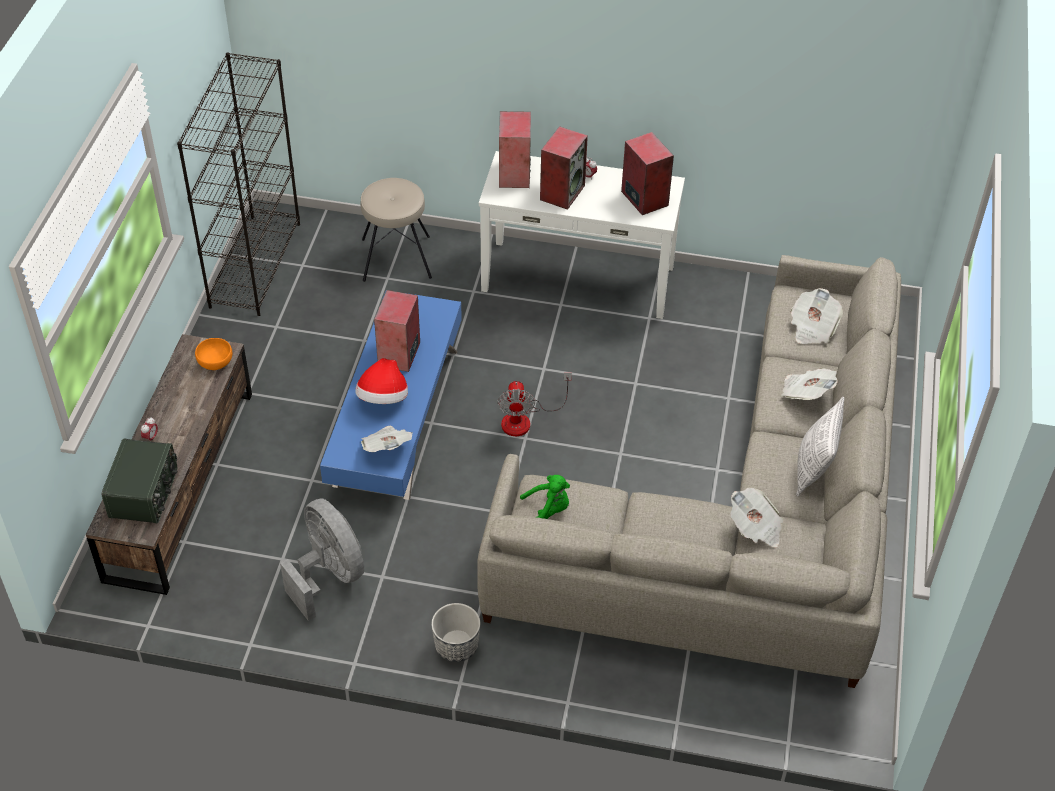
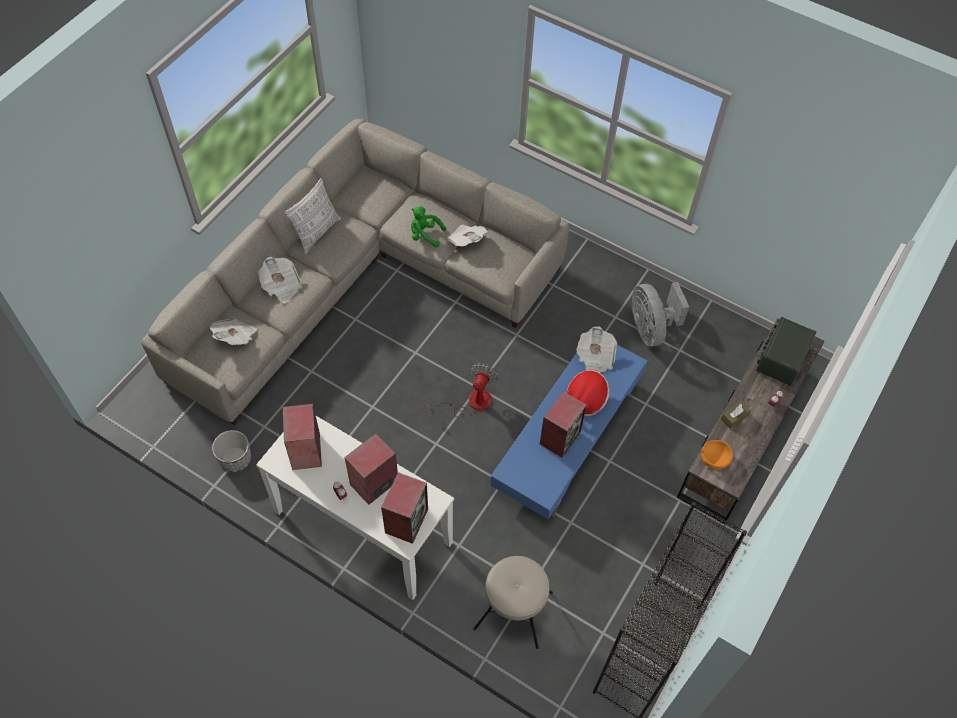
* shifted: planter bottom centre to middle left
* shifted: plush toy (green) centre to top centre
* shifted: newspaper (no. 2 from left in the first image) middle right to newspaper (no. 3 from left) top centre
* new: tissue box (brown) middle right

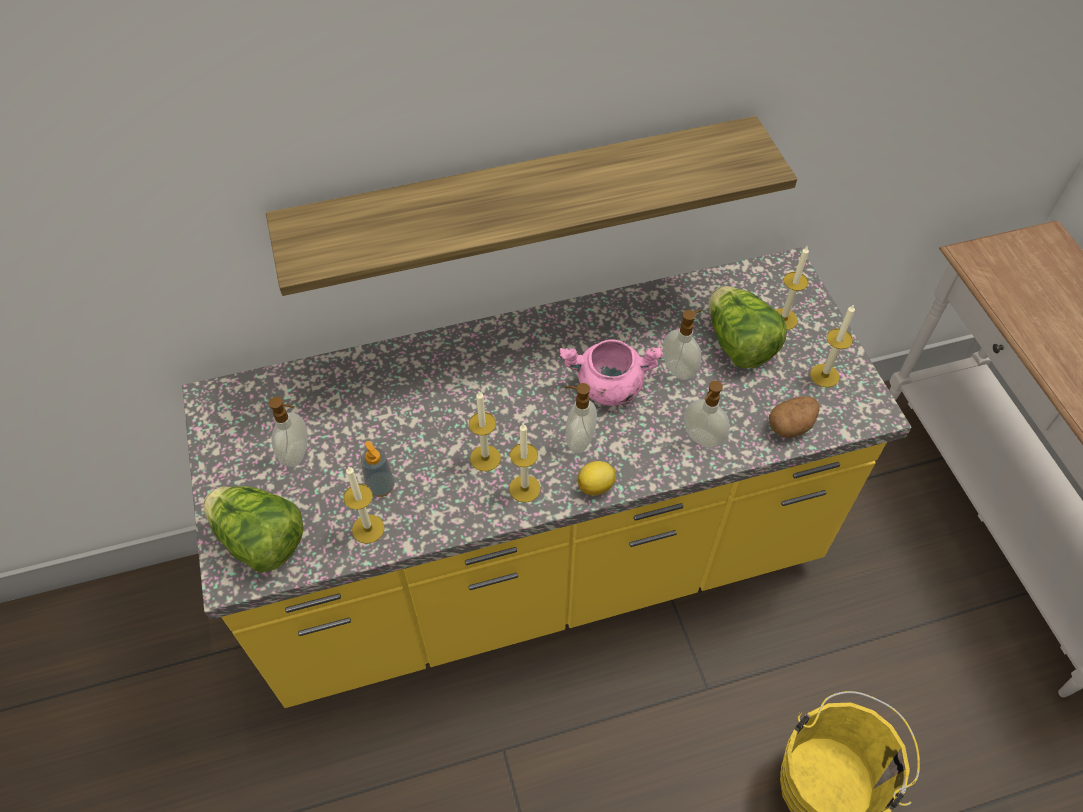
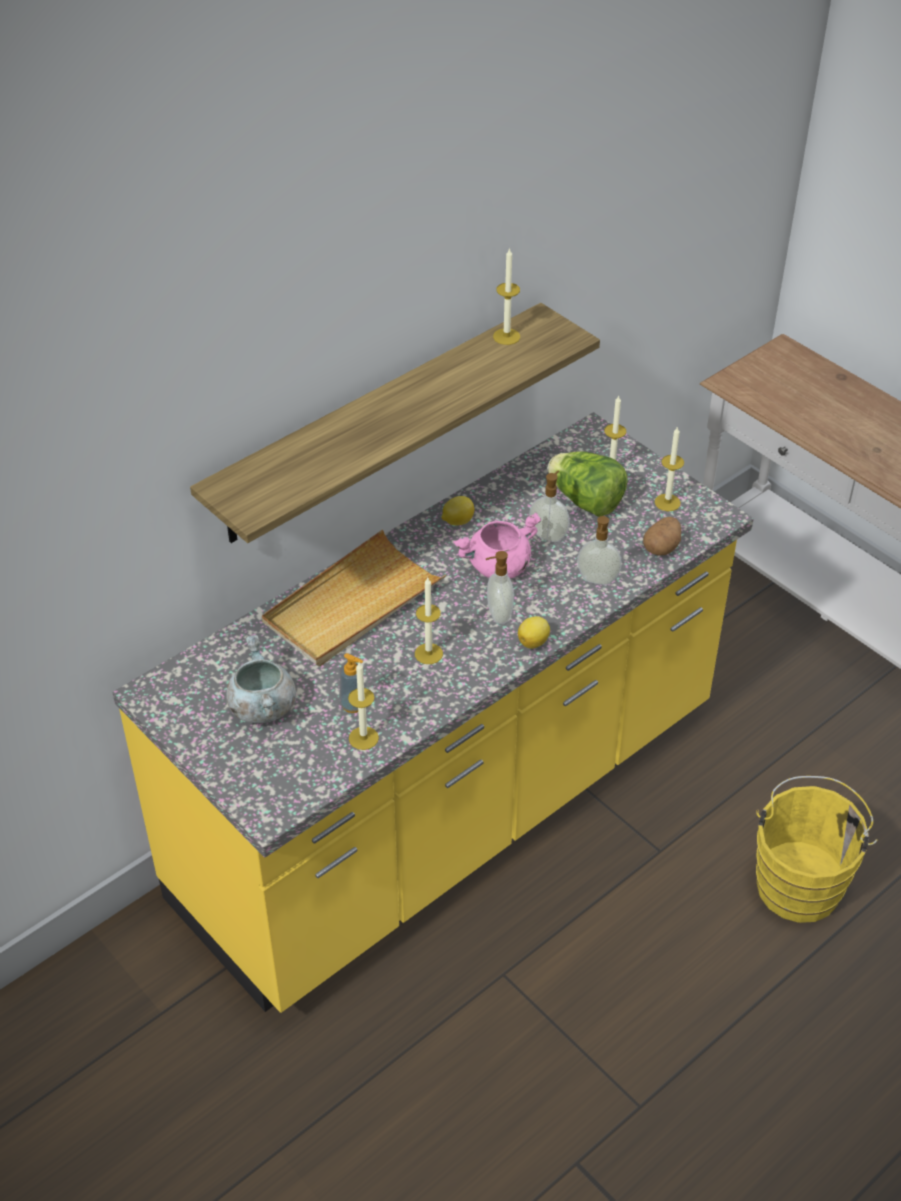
* swapped: soap dispenser (no. 1 from left) middle left to cooking pot (grey) middle left
* new: tray (beige) centre
* new: lemon (no. 1 from left) centre
* shifted: candle (no. 3 from left) centre to top centre
* gone: lettuce (no. 1 from left) middle left

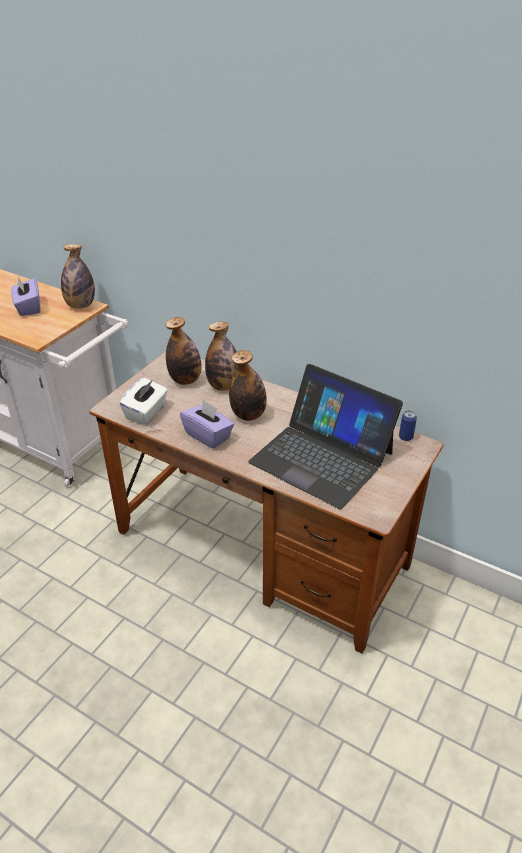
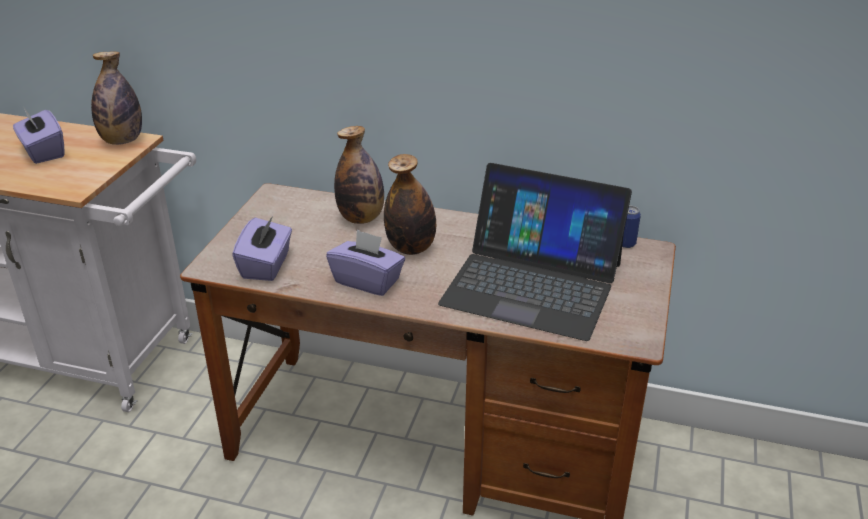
* repainted: tissue box (white) middle left to tissue box (purple) (no. 2 from left) middle left
* gone: bottle (no. 2 from left) centre

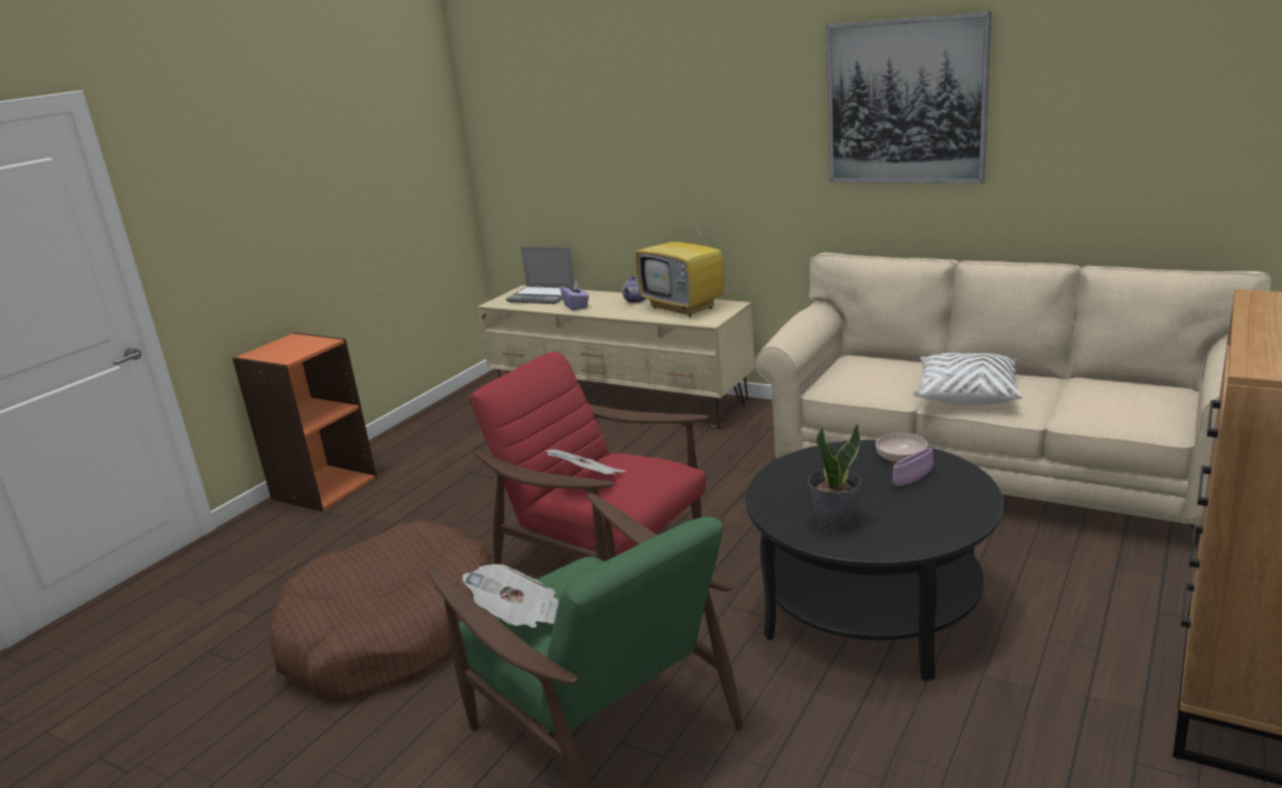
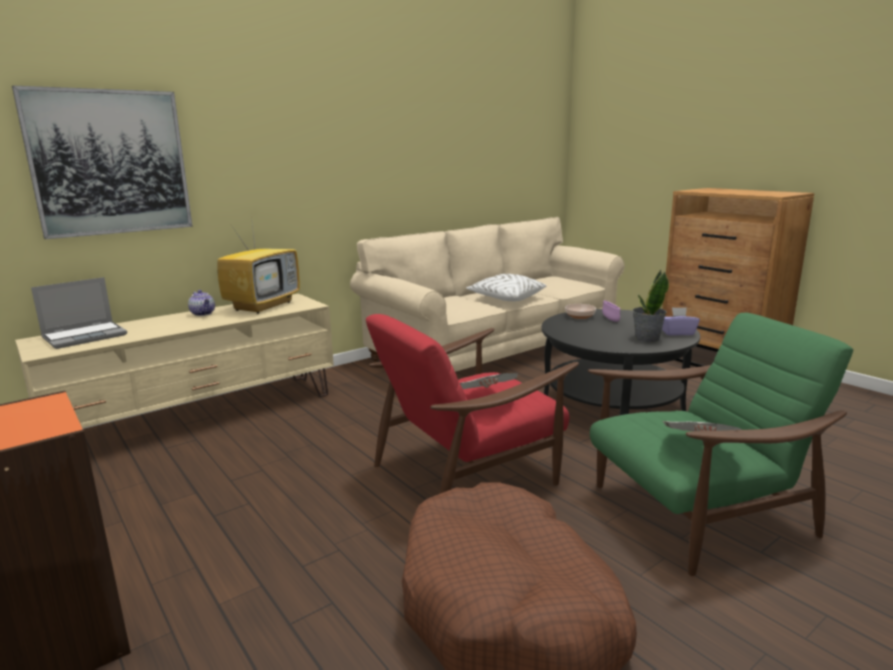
* shifted: picture top right to top left
* rotated: television top centre = middle left 45 degrees counterclockwise
* shifted: tissue box (purple) centre to middle right

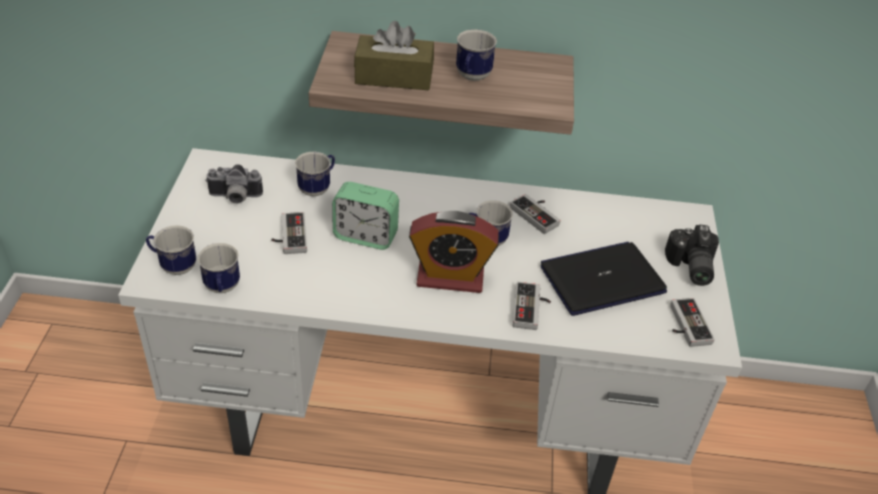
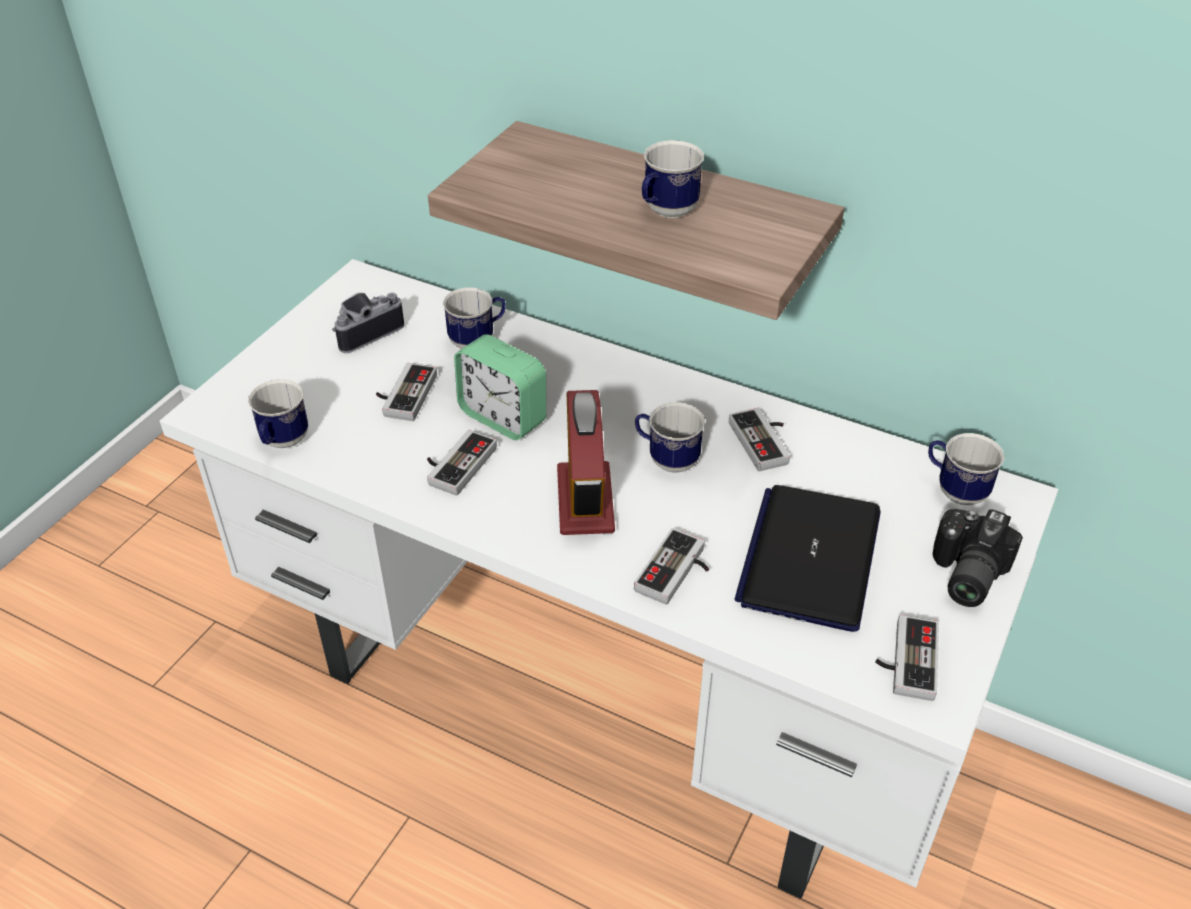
* rotated: photo camera (no. 1 from left) middle left = middle left 120 degrees clockwise
* new: game controller (no. 2 from left) centre
* rotated: alarm clock (no. 2 from left) centre = centre 120 degrees counterclockwise
* rotated: laptop middle right = middle right 75 degrees counterclockwise
* shifted: mug (no. 1 from left in the first image) middle left to mug (no. 5 from left) middle right
* gone: tissue box (brown) top centre

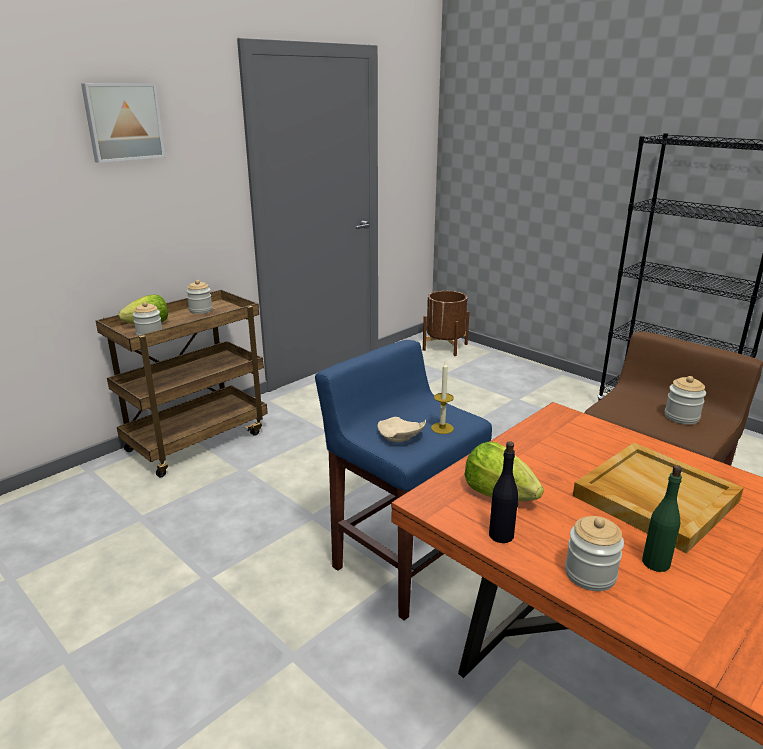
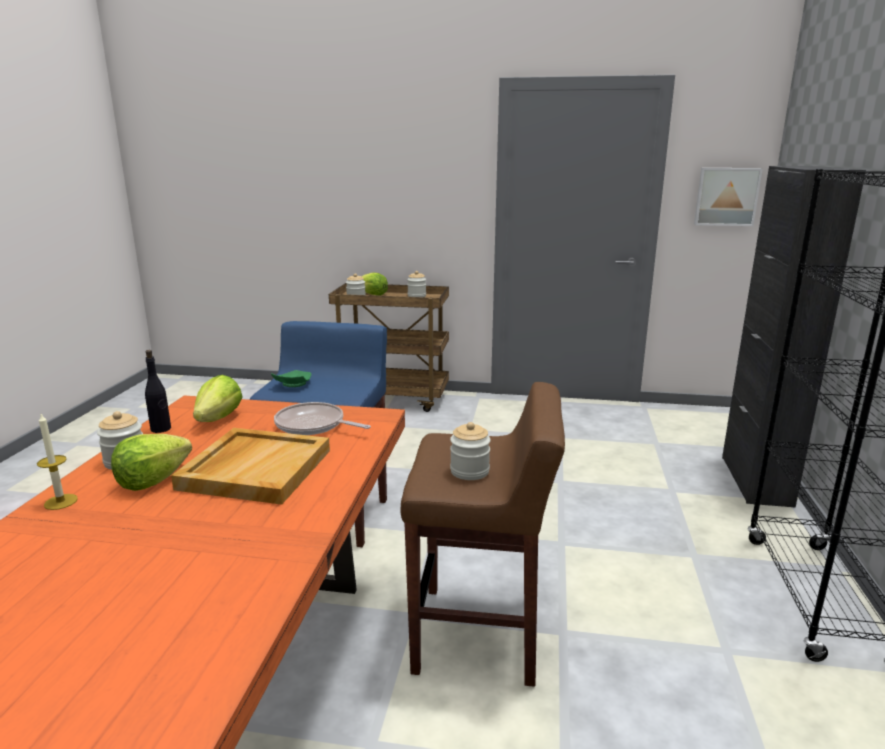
* shifted: candle centre to middle left
* swapped: bottle (green) bottom right to lettuce (no. 1 from left) middle left
* repainted: plate (beige) centre to plate (green) middle left
* new: frying pan centre
* shifted: picture top left to top right
* new: cabinet (black) middle right
* gone: planter (brown) centre

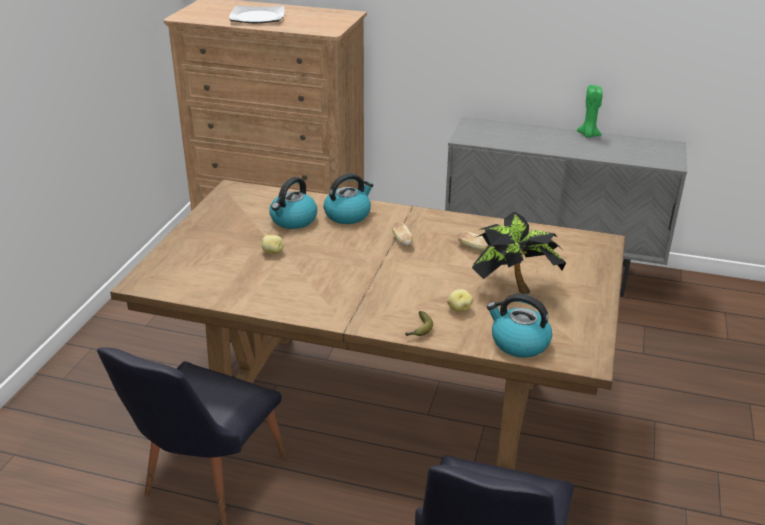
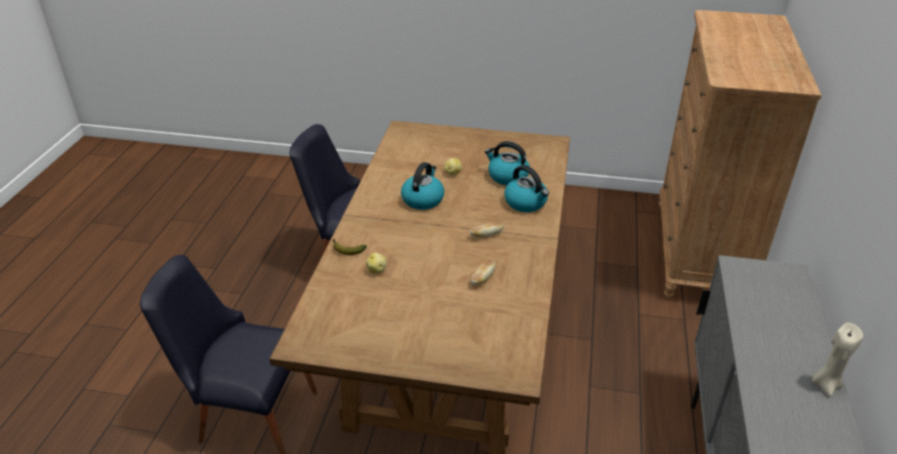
* shifted: kettle (no. 3 from left in the first image) middle right to kettle (no. 1 from left) centre
* repainted: candle (green) top right to candle (beige) bottom right
* gone: plate top centre
* gone: potted plant middle right

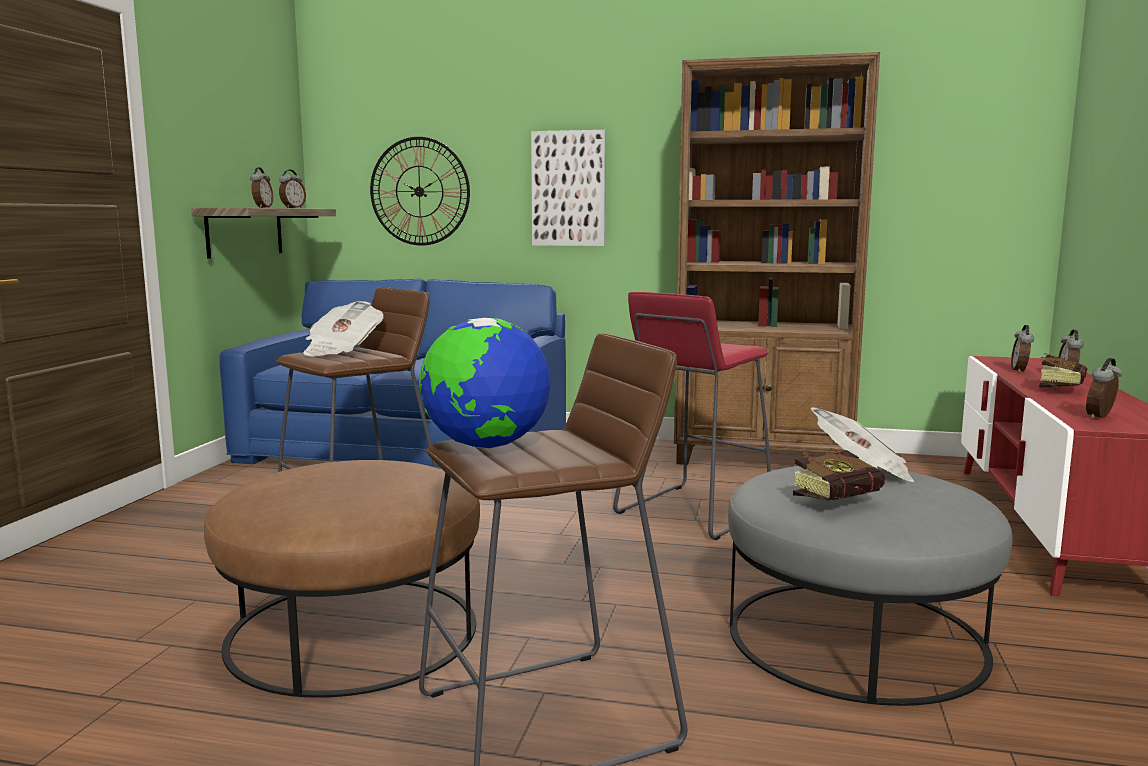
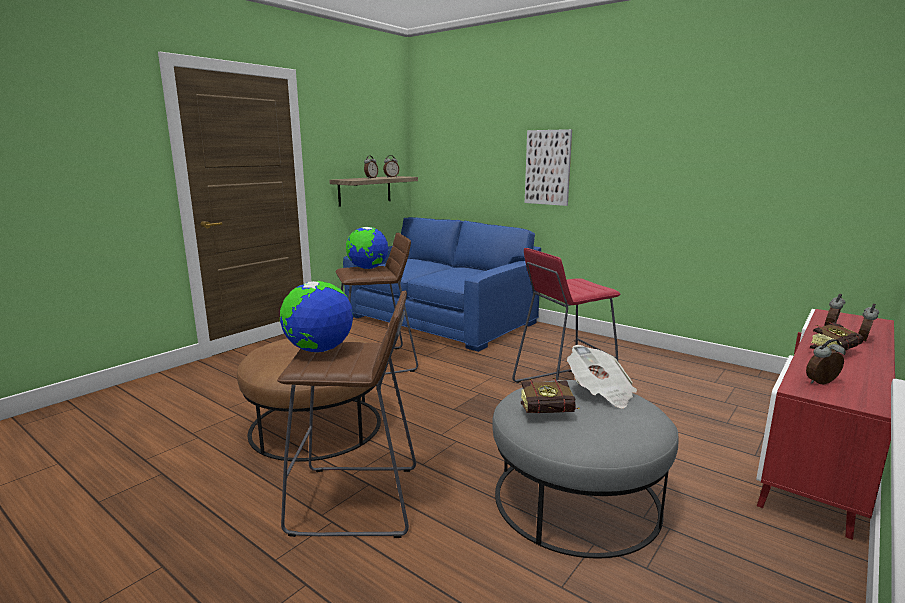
* swapped: newspaper (no. 1 from left) middle left to globe (no. 2 from left) centre
* gone: wall clock top centre
* gone: bookcase (brown) middle right

